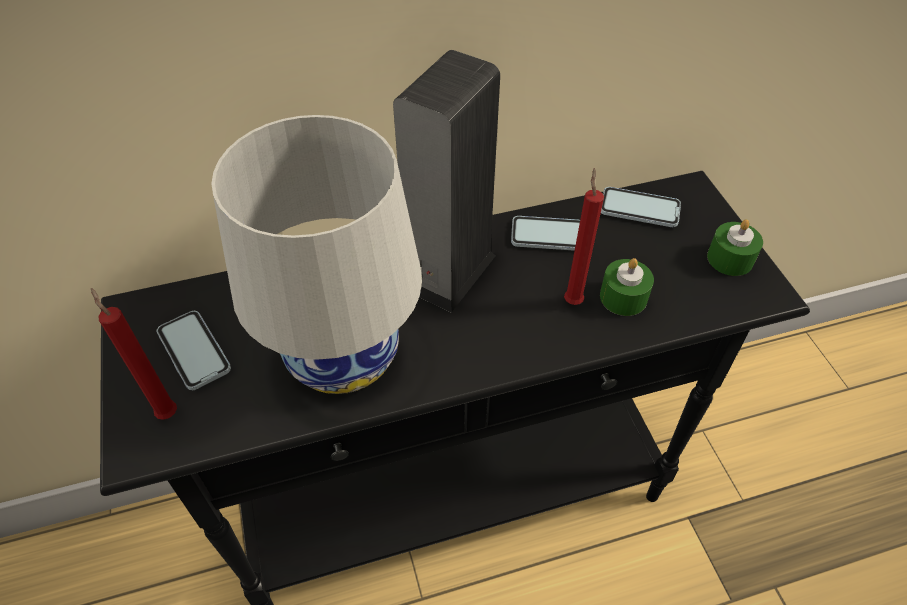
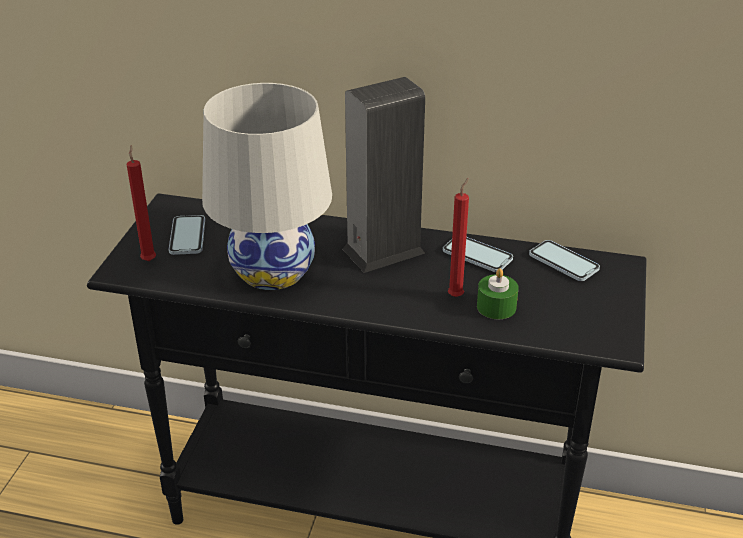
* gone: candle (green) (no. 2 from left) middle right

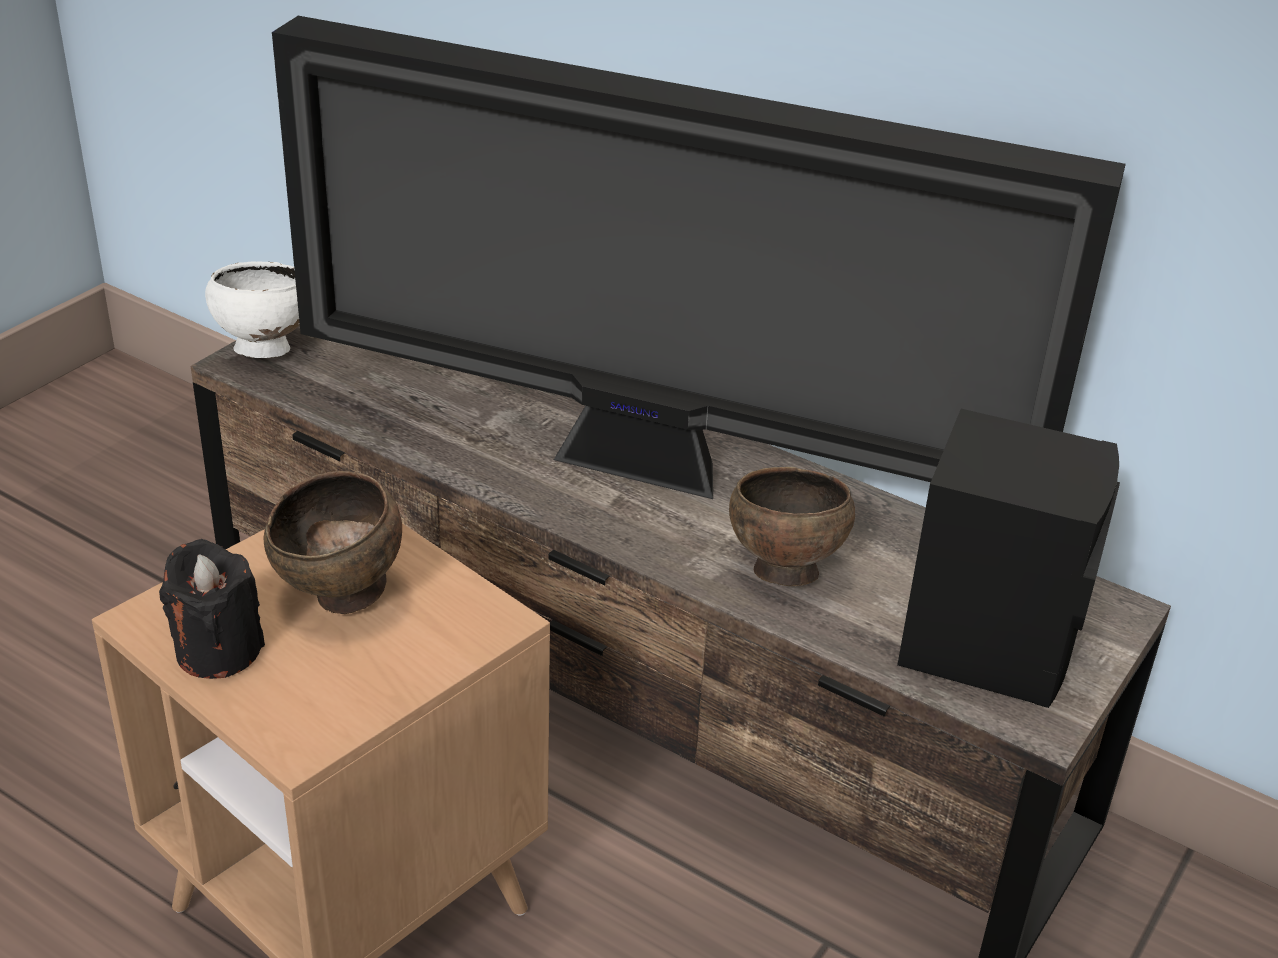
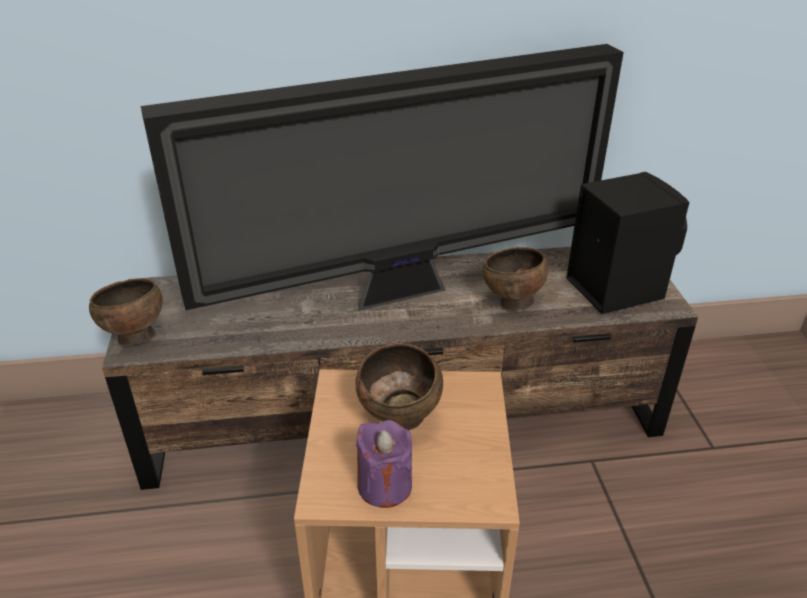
* repainted: bowl (white) top left to bowl (brown) (no. 1 from left) middle left
* repainted: candle (black) middle left to candle (purple) bottom centre

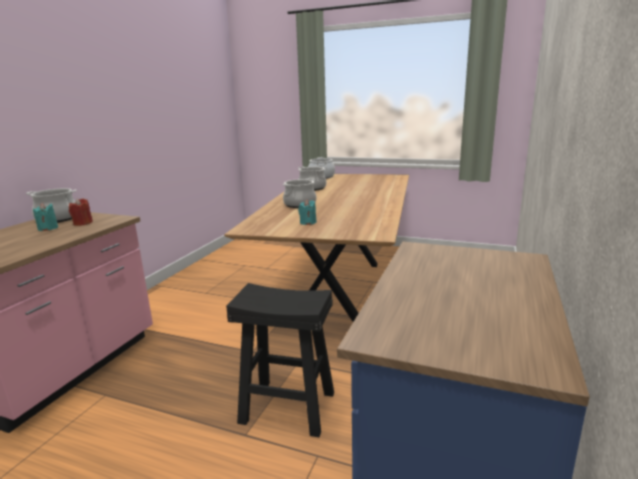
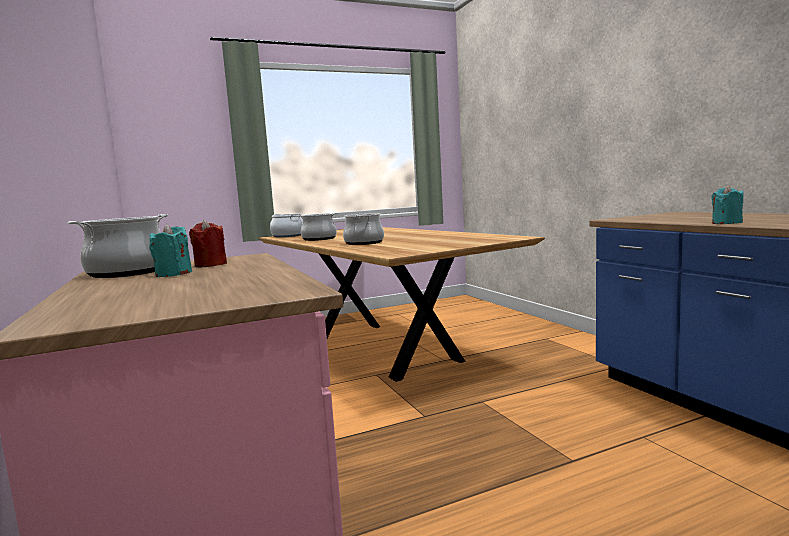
* shifted: candle (turquoise) (no. 2 from left) centre to middle right
* gone: stool (black) bottom centre

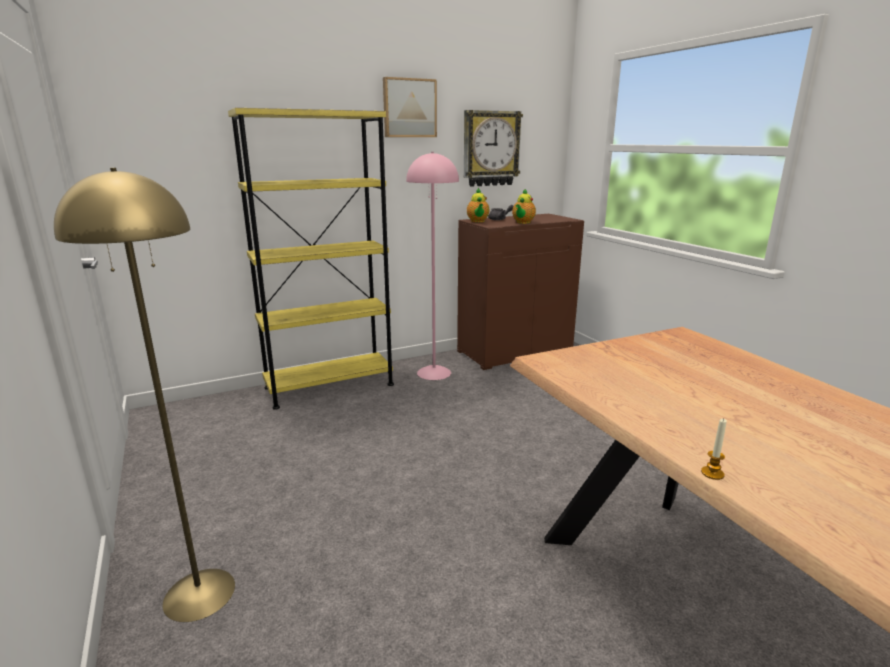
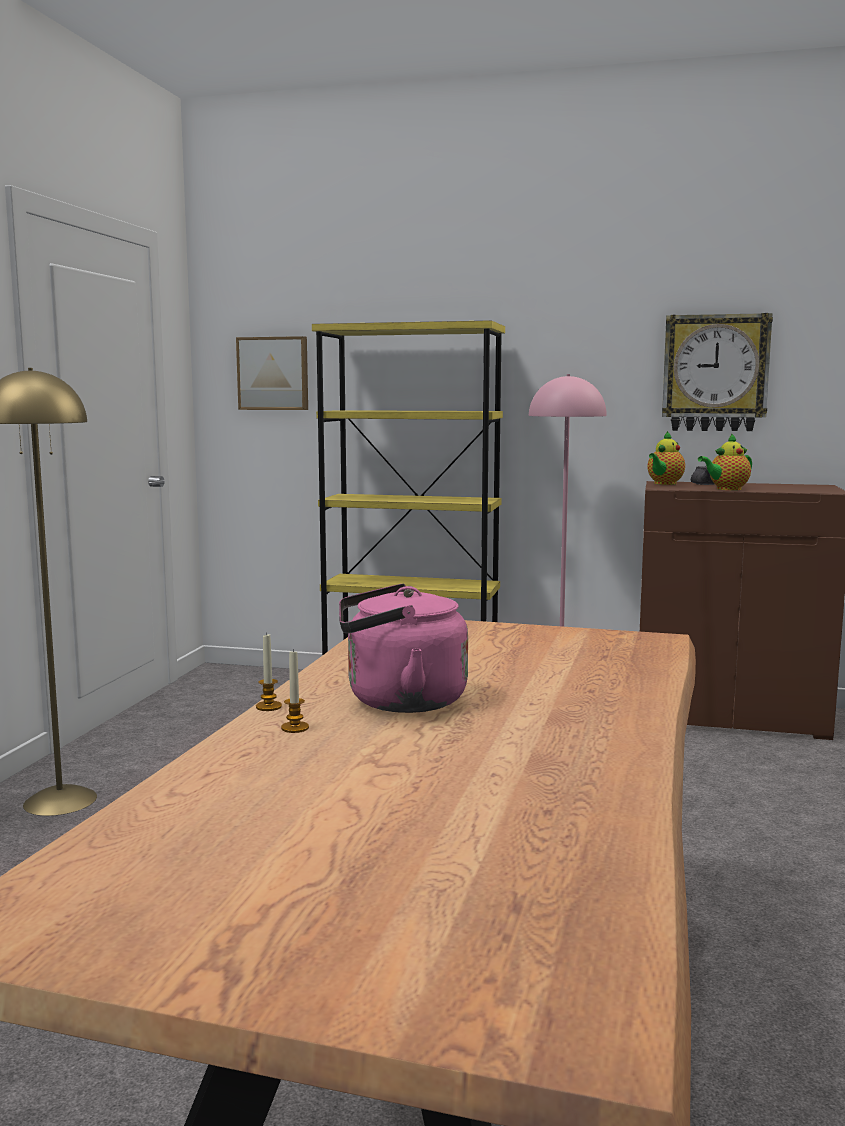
* shifted: picture top centre to top left
* new: candle (no. 2 from left) centre
* new: kettle (pink) centre

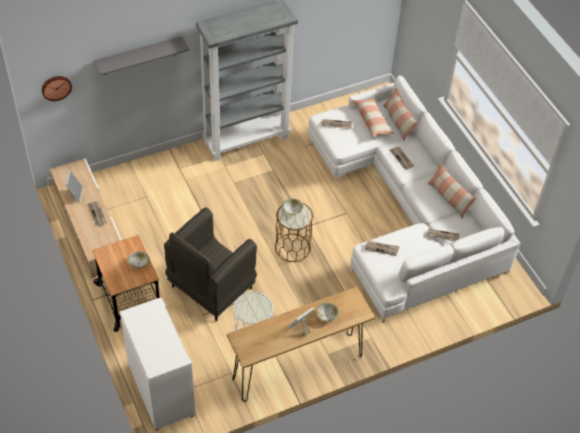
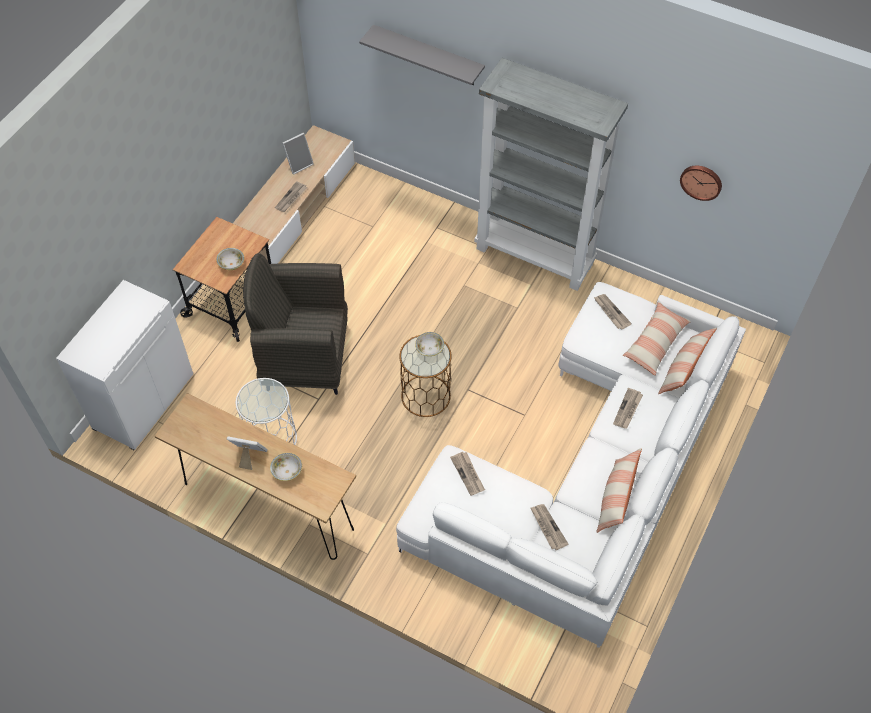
* shifted: wall clock top left to top right

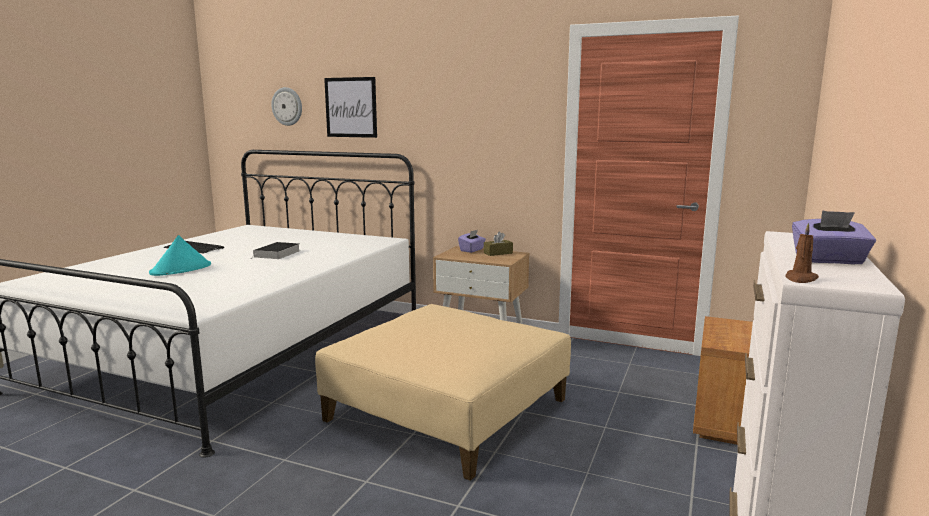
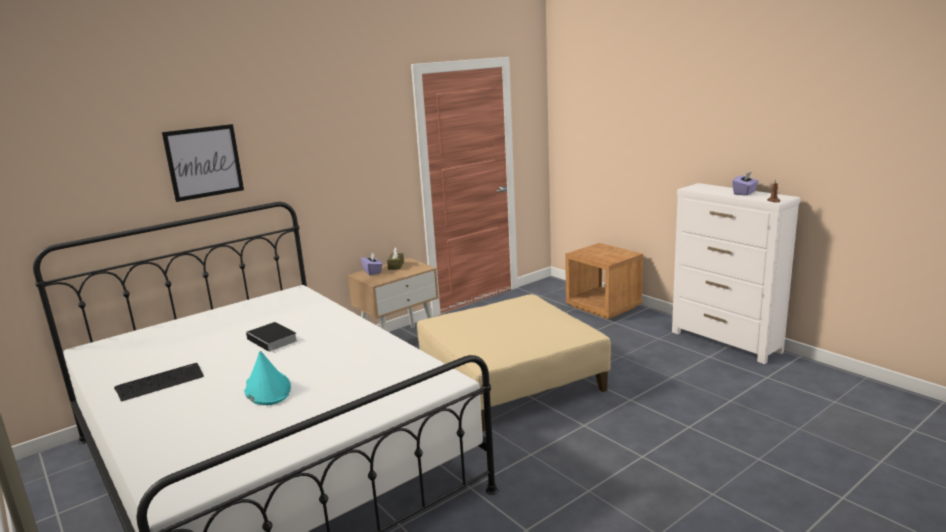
* gone: wall clock top left

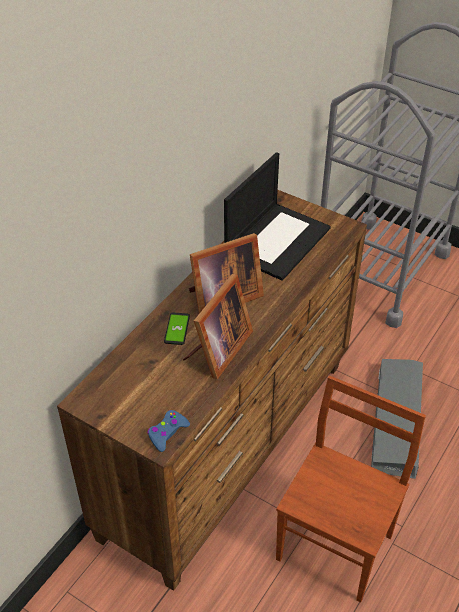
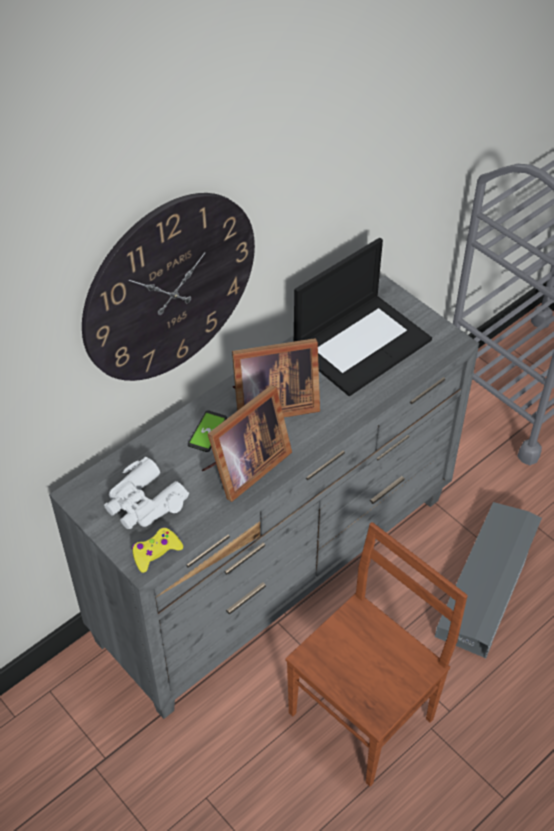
* repainted: dresser (brown) centre to dresser (grey) centre
* new: wall clock middle left
* new: binoculars (white) middle left
* repainted: game controller (blue) bottom centre to game controller (yellow) middle left

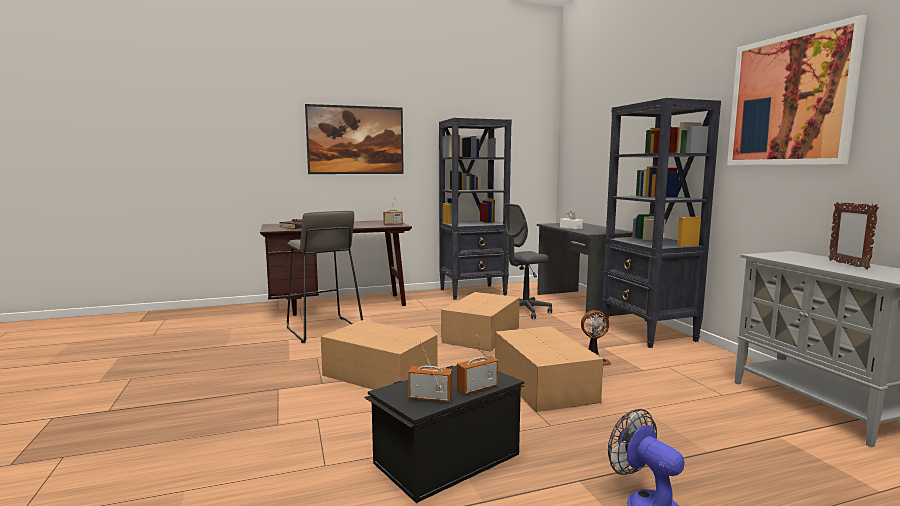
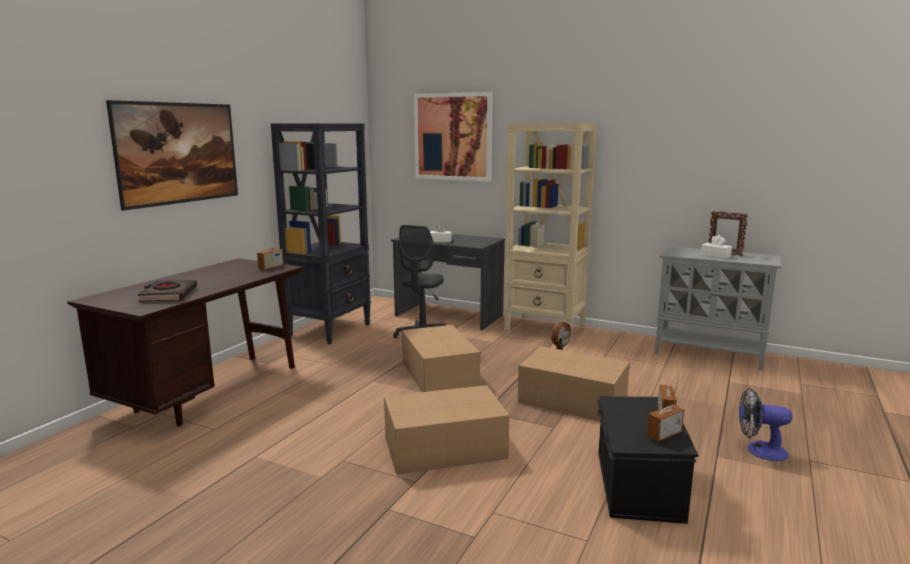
* shifted: picture (no. 2 from left) top right to top centre
* repainted: bookcase (black) (no. 2 from left) middle right to bookcase (beige) centre
* new: tissue box (white) (no. 2 from left) middle right
* gone: stool (grey) centre

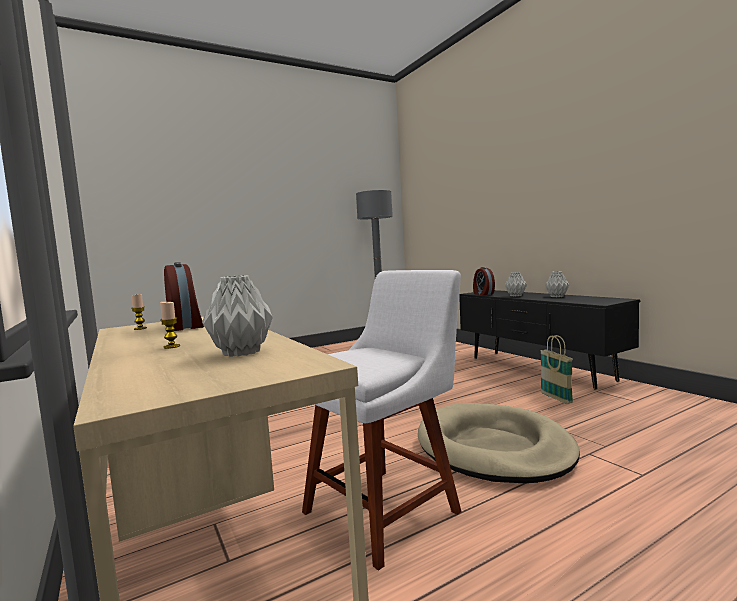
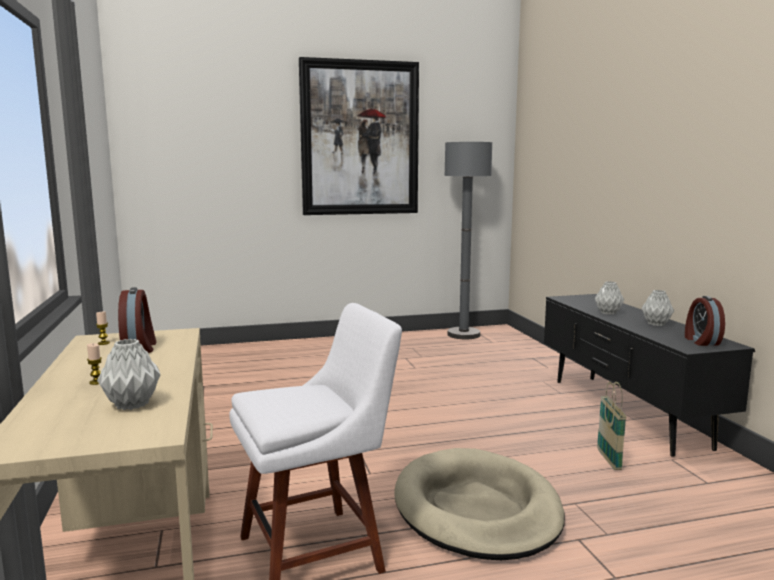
* new: picture top centre
* shifted: alarm clock (no. 2 from left) centre to middle right

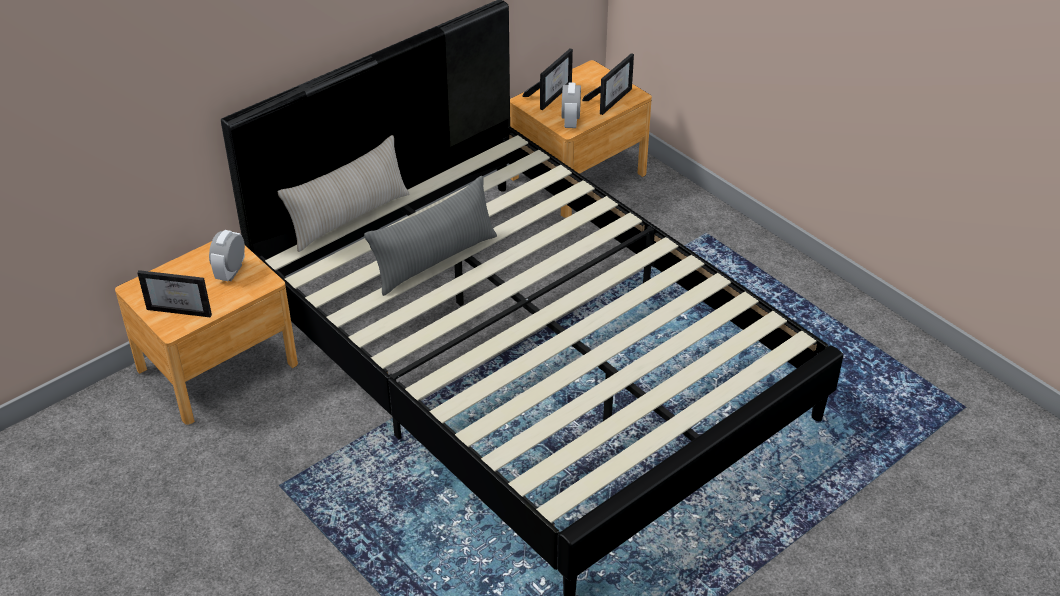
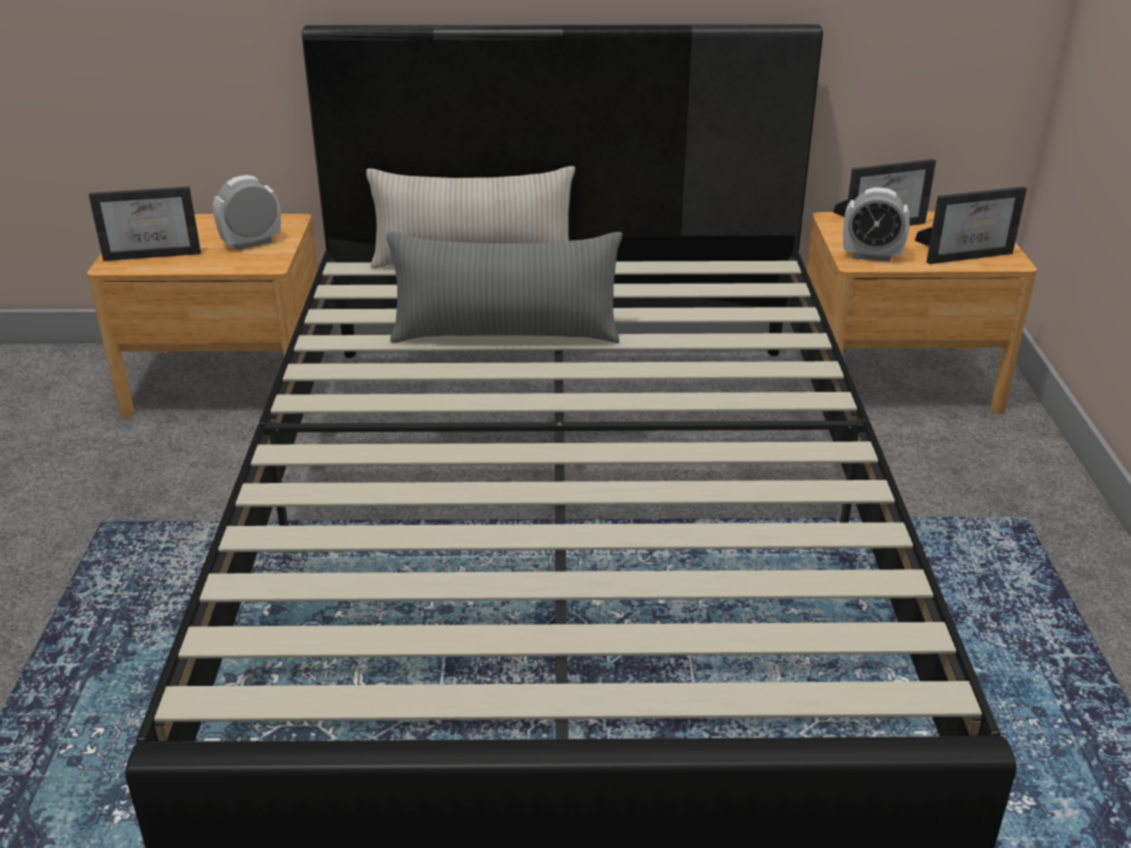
* rotated: picture frame (no. 1 from left) middle left = top left 60 degrees counterclockwise
* rotated: alarm clock (no. 2 from left) top centre = top right 60 degrees clockwise

